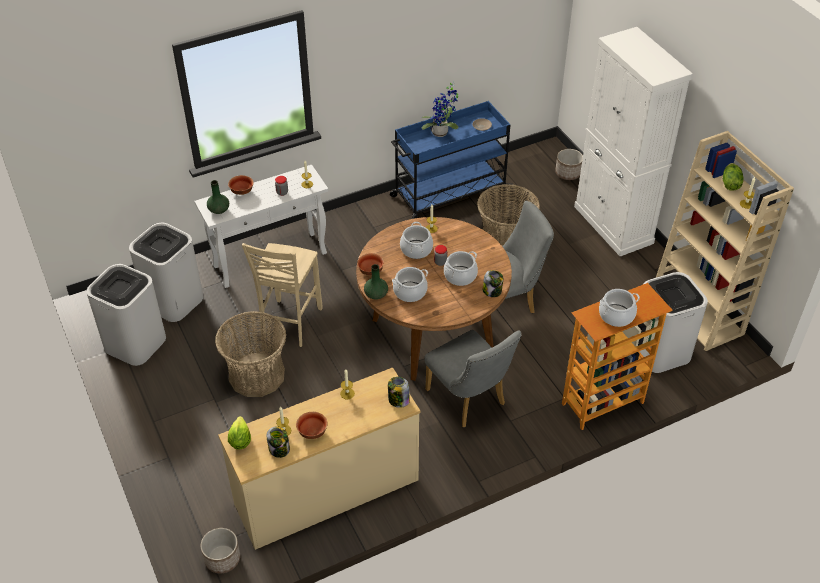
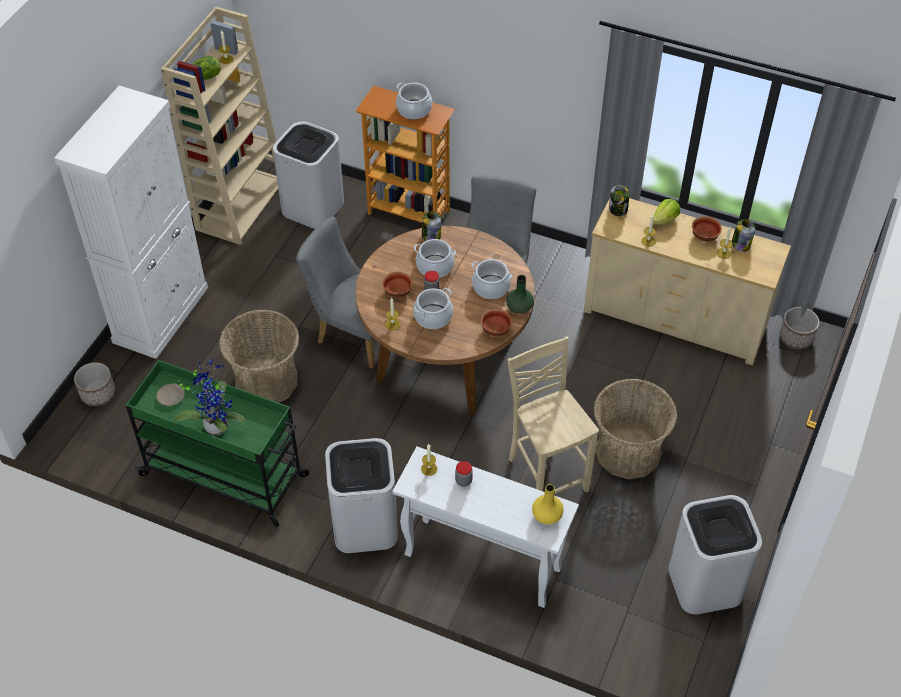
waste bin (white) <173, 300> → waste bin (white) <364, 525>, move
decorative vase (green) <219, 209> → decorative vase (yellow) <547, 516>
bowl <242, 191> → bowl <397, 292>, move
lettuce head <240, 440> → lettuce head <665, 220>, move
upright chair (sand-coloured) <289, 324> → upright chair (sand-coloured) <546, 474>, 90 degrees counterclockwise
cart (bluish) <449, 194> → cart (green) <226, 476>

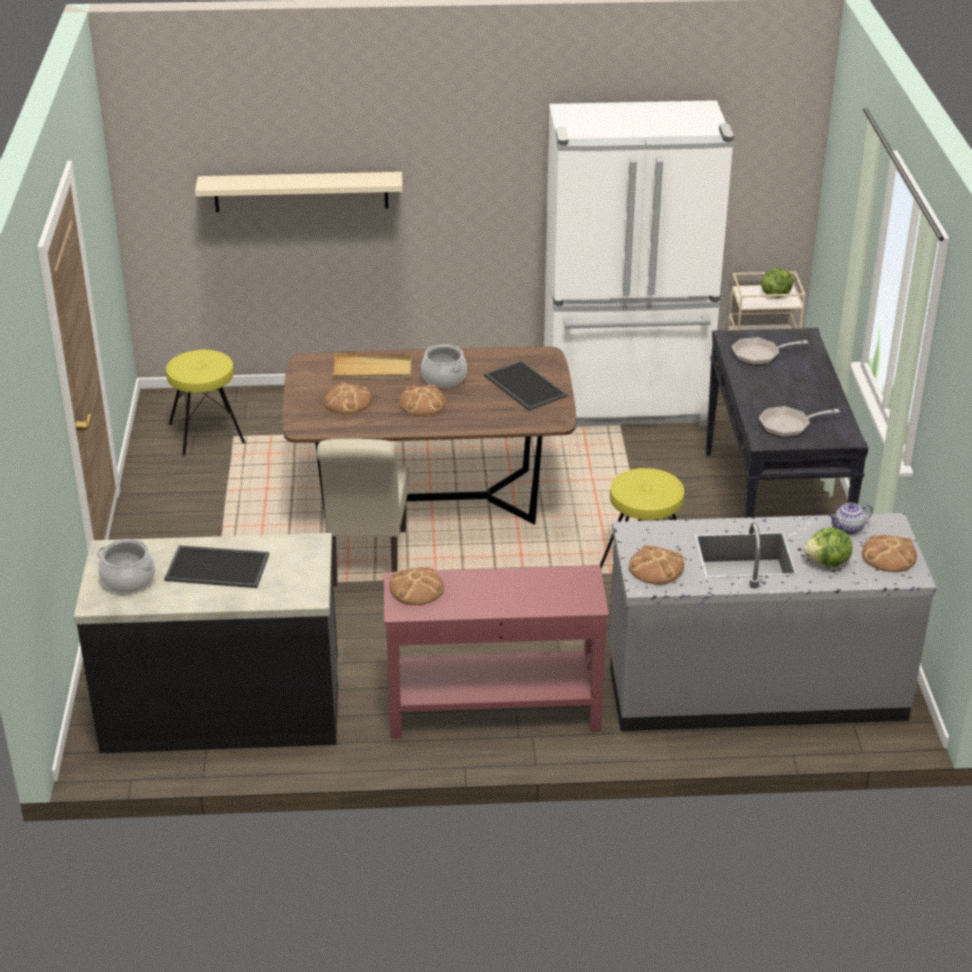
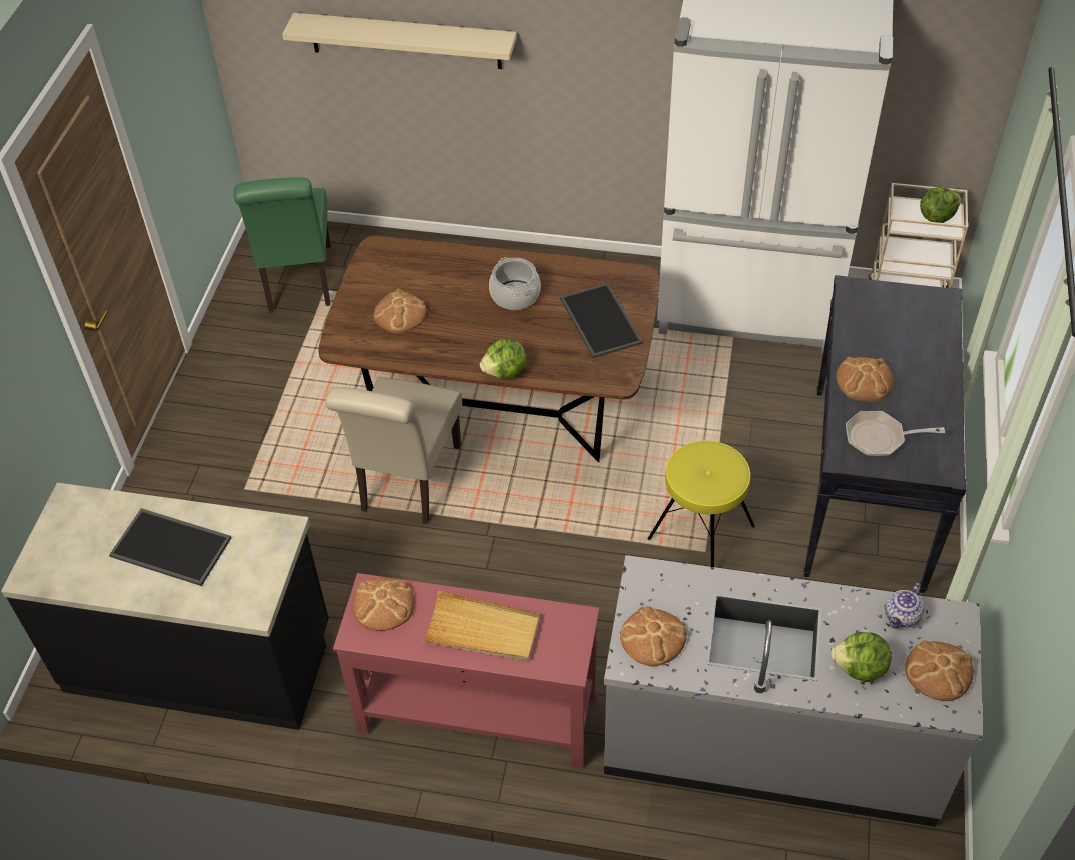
stockpot <128, 580> → -
stool (yellow) <206, 434> → upright chair (green) <299, 283>
tray (sand-coloured) <373, 370> → tray (sand-coloured) <482, 630>, move
bakery bread <422, 403> → bakery bread <864, 381>, move
frying pan <759, 354> → -
pot for tea <848, 528> → pot for tea <901, 617>, 45 degrees counterclockwise
- → lettuce head <505, 372>

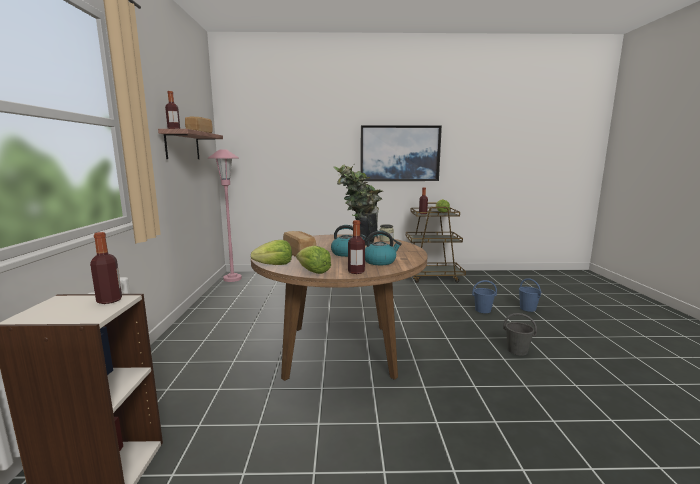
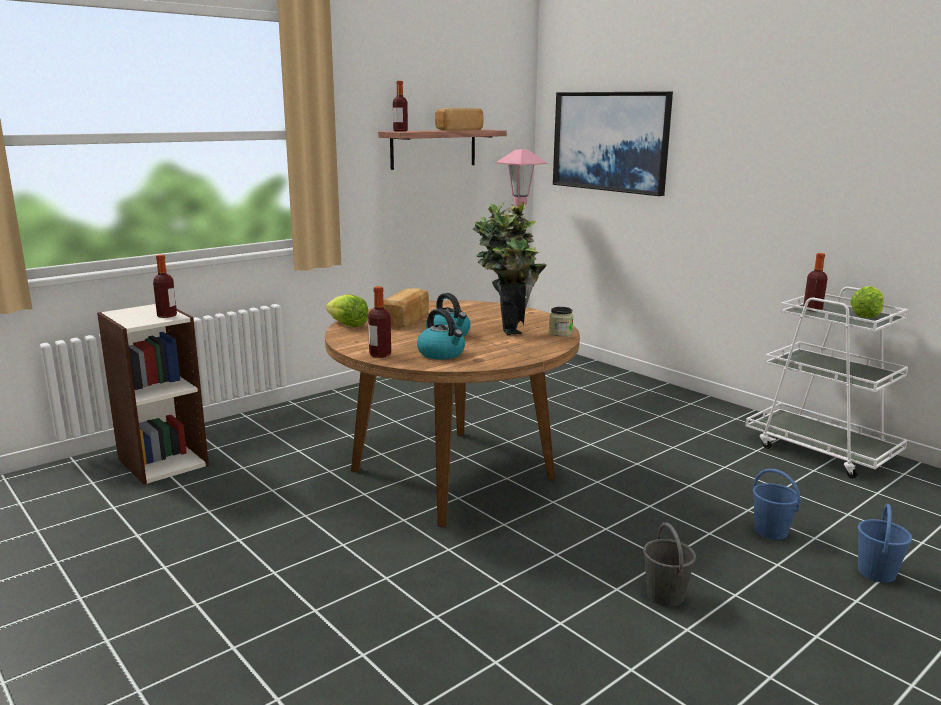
lettuce head <313, 271> → -
wall picture <399, 153> → wall picture <610, 141>, move
cart (brown-coloured) <431, 277> → cart (white) <821, 451>

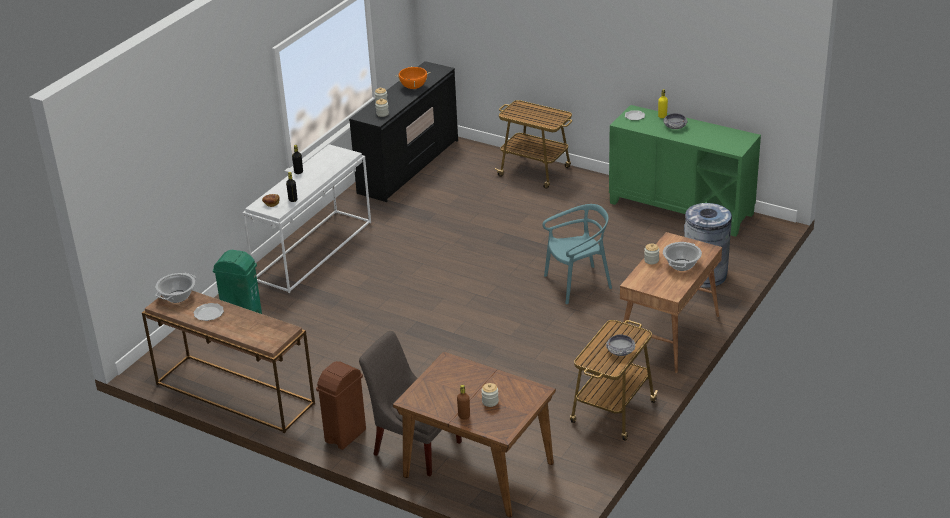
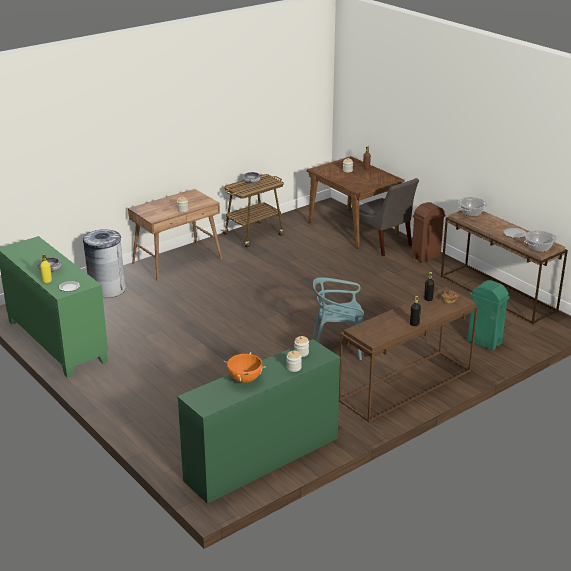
narrow table (white) <313, 250> → narrow table (brown-coloured) <406, 387>
drawer chest (black) <409, 167> → drawer chest (green) <262, 459>
cart <535, 172> → -
upright chair (turquoise-coloured) <577, 284> → upright chair (turquoise-coloured) <337, 346>, move
stockpot <681, 265> → stockpot <471, 213>, move

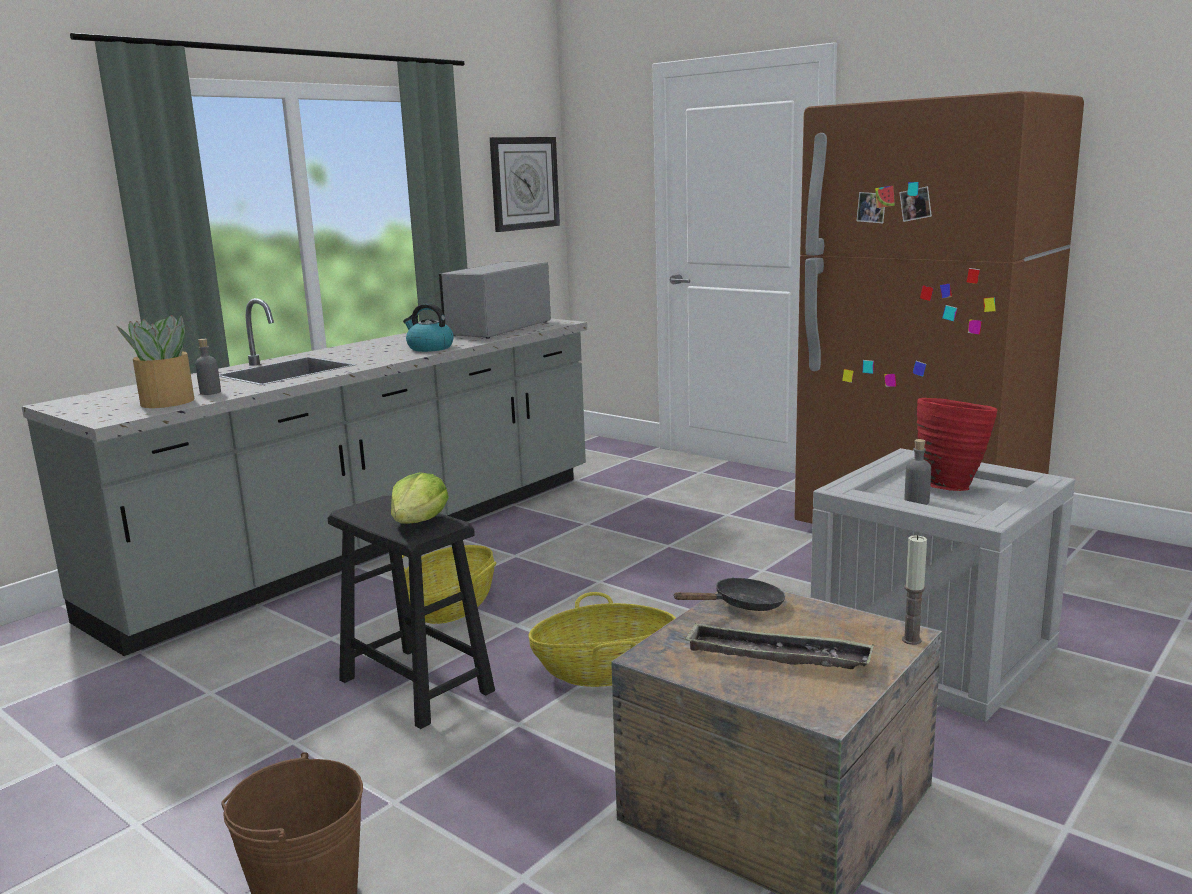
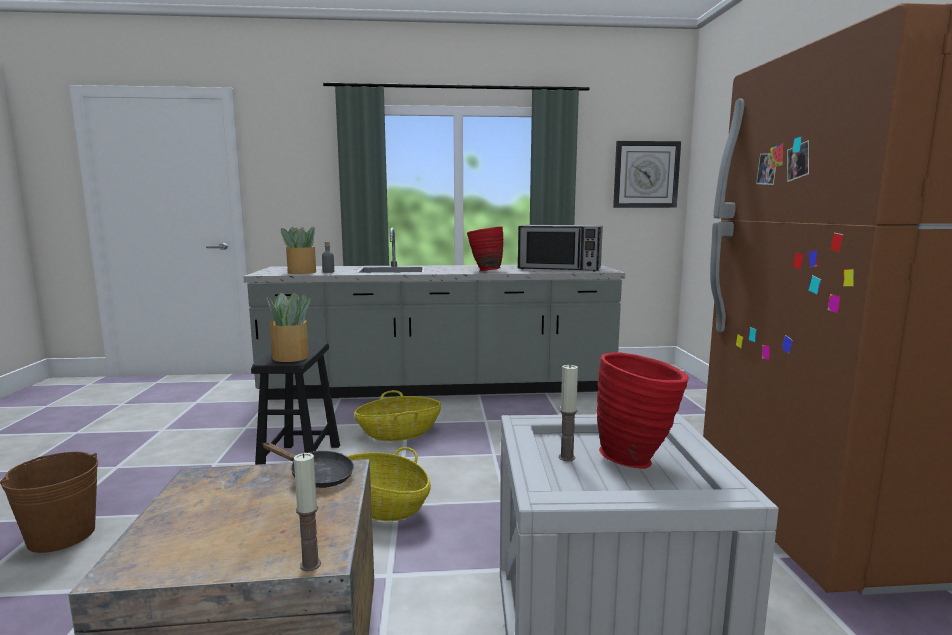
lettuce head <419, 522> → potted plant <290, 356>
tea kettle <429, 348> → decorative vase (red-coloured) <484, 271>
microwave oven <498, 328> → microwave oven <559, 268>, 150 degrees counterclockwise
tray <777, 656> → -
bottle (grey) <916, 501> → wax candle <567, 457>

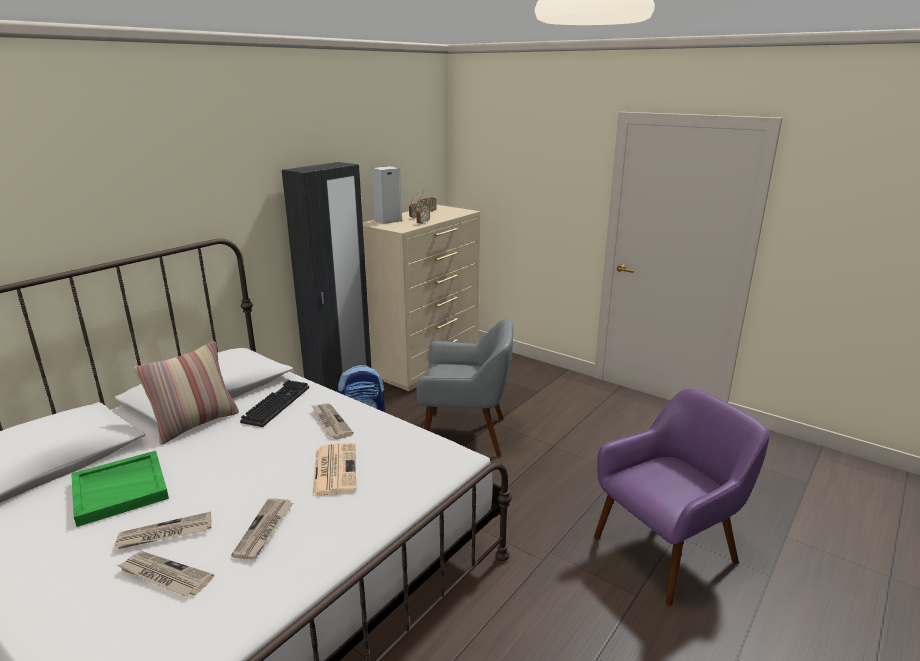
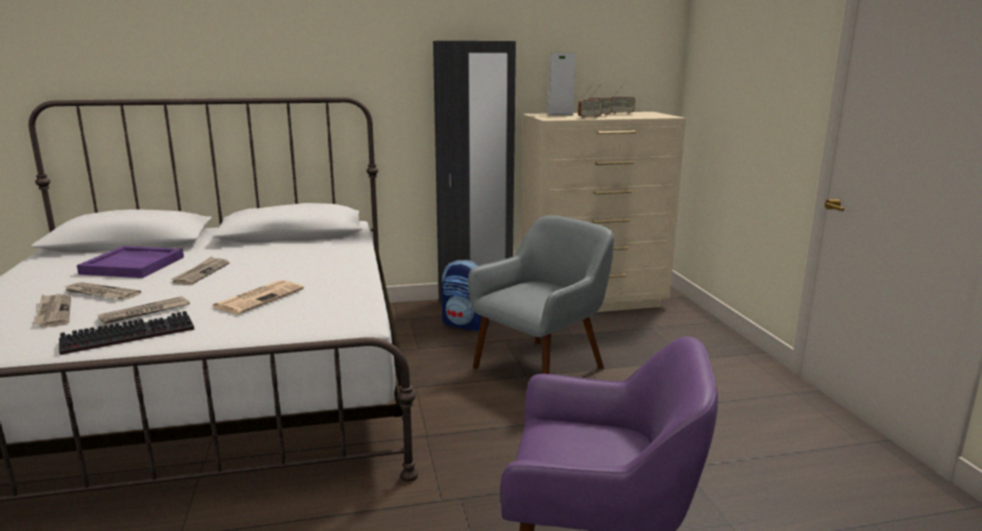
tray (green) <121, 489> → tray (purplish) <134, 265>
cushion <195, 424> → -
keyboard <276, 403> → keyboard <130, 334>, move
printed paper <330, 422> → printed paper <201, 273>, move
lounge chair (grey) <466, 435> → lounge chair (grey) <541, 368>, 90 degrees counterclockwise

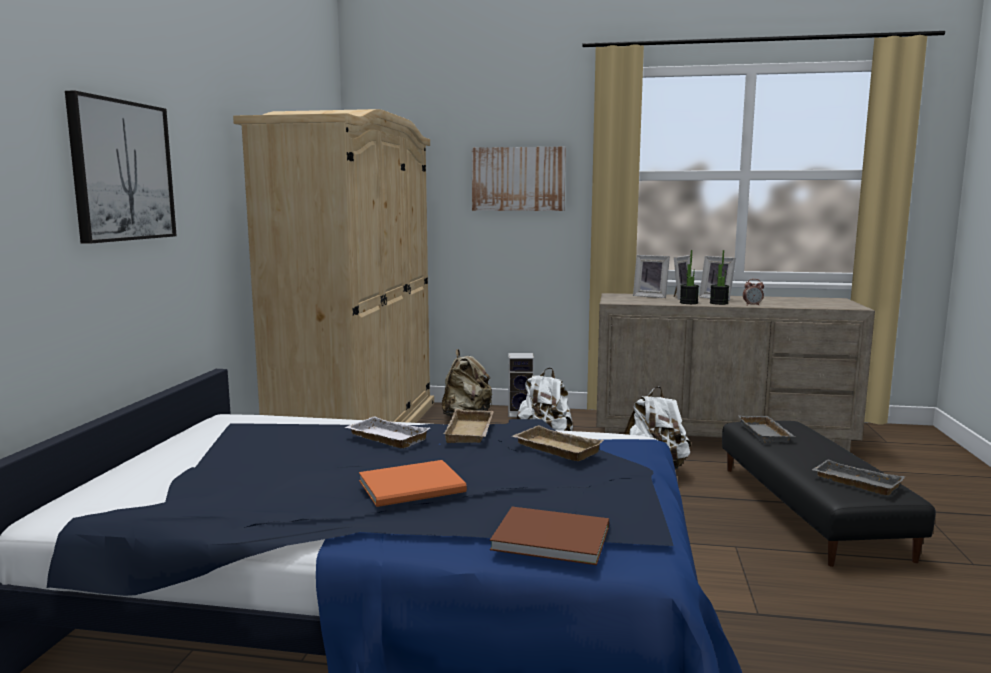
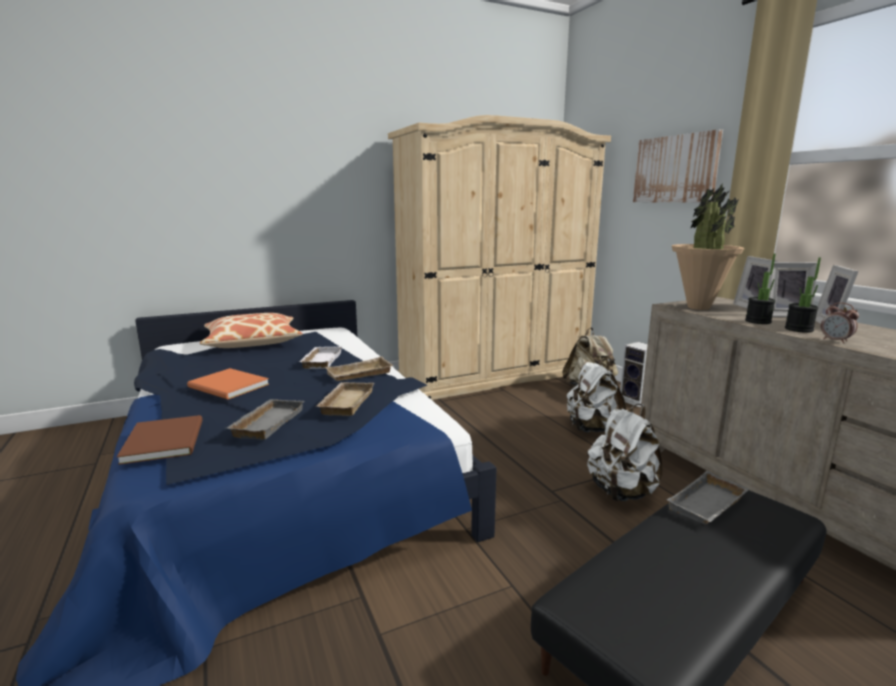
wall picture <121, 171> → -
tray (grey) <854, 483> → tray (grey) <267, 423>, move
- → cushion <252, 342>
- → potted plant <698, 307>

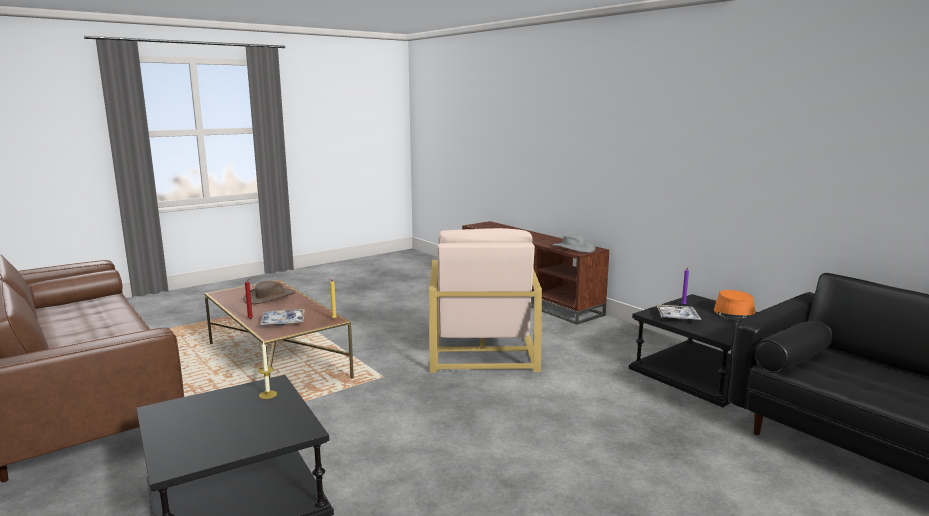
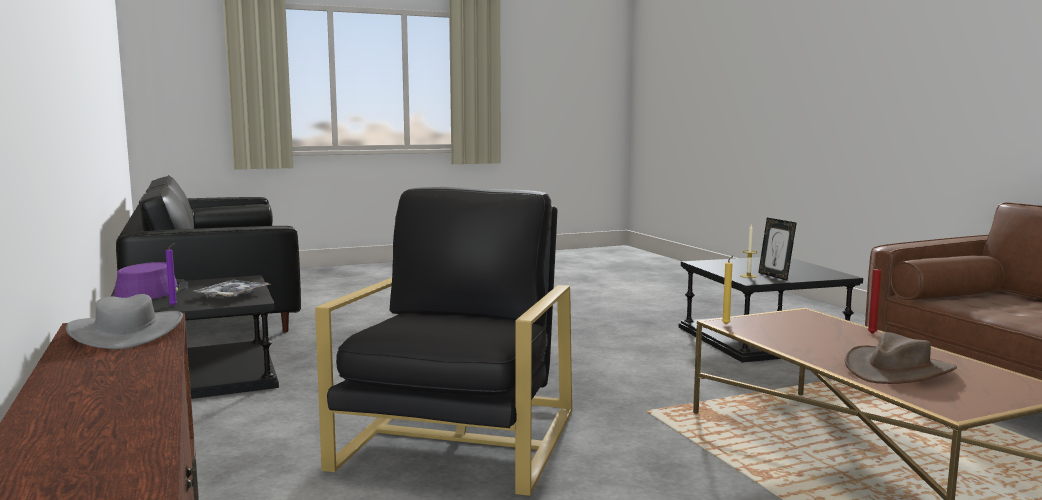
tray <283, 322> → -
lounge chair (sand-coloured) <482, 349> → lounge chair (black) <457, 439>
wearable hat (orangey) <736, 315> → wearable hat (purplish) <152, 292>
- → standing frame <775, 276>

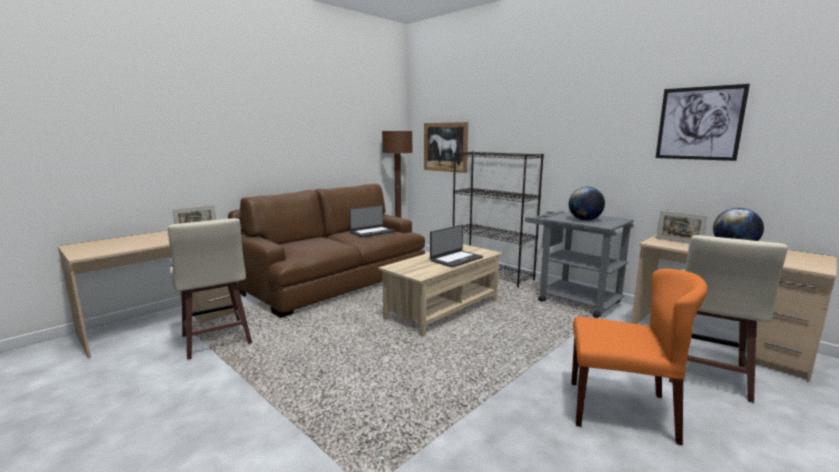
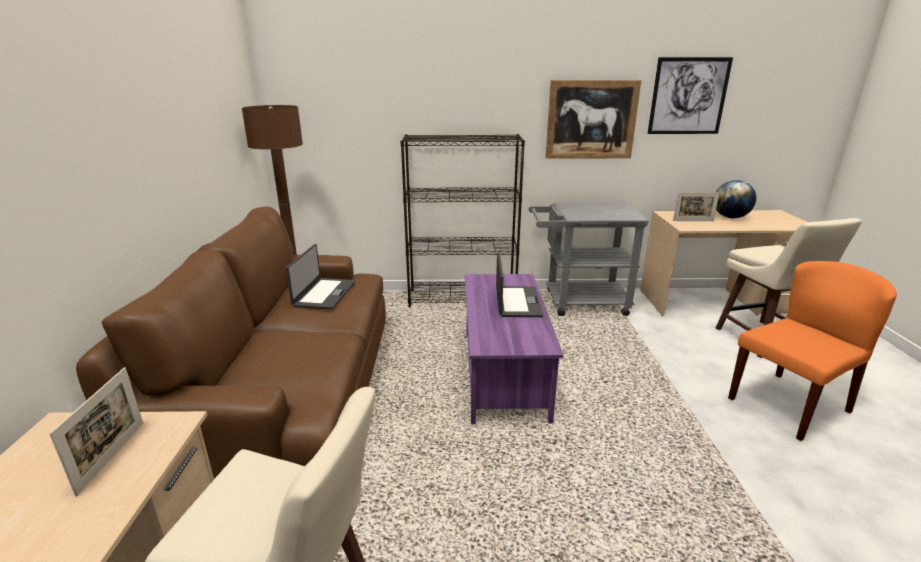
low table (sand-coloured) <443, 310> → low table (purplish) <503, 372>
wall picture <445, 147> → wall picture <591, 120>, move
world globe <584, 220> → -

